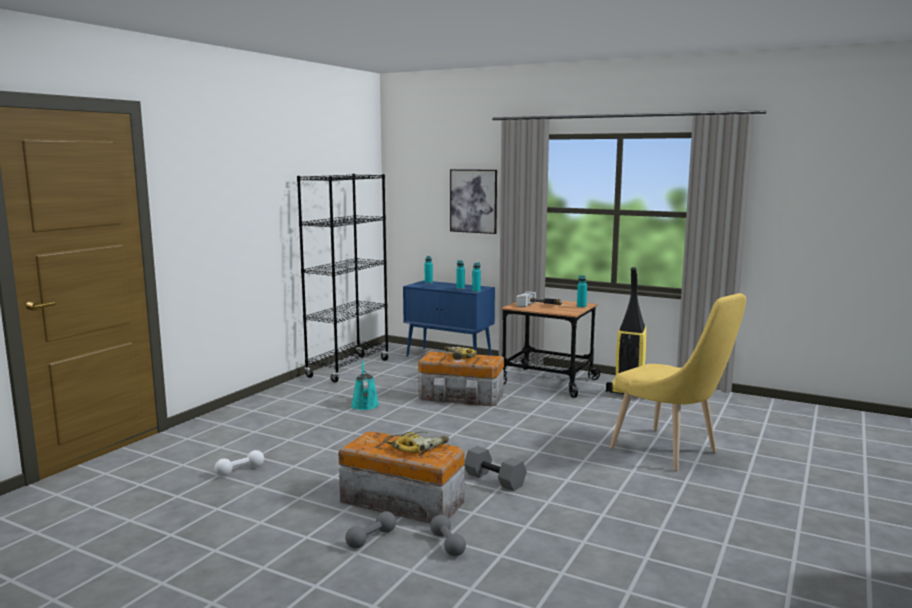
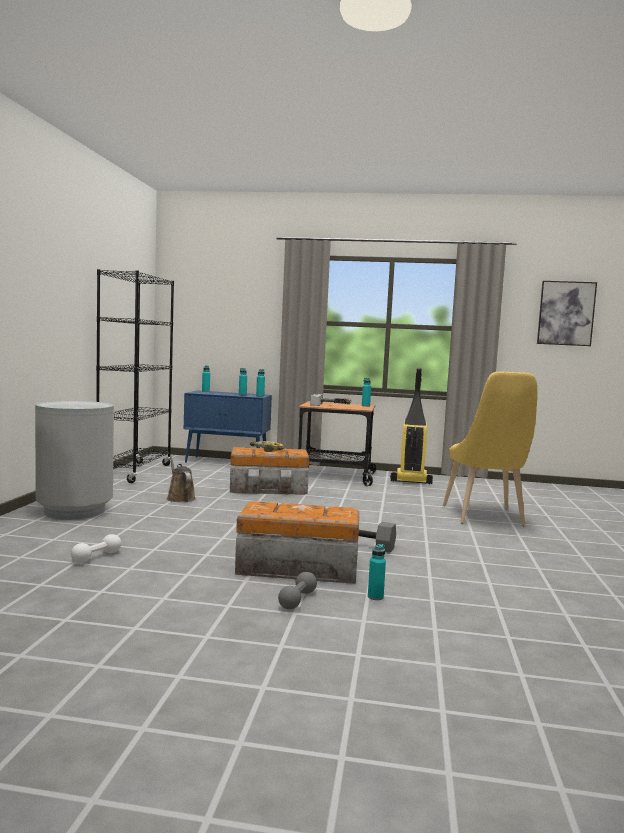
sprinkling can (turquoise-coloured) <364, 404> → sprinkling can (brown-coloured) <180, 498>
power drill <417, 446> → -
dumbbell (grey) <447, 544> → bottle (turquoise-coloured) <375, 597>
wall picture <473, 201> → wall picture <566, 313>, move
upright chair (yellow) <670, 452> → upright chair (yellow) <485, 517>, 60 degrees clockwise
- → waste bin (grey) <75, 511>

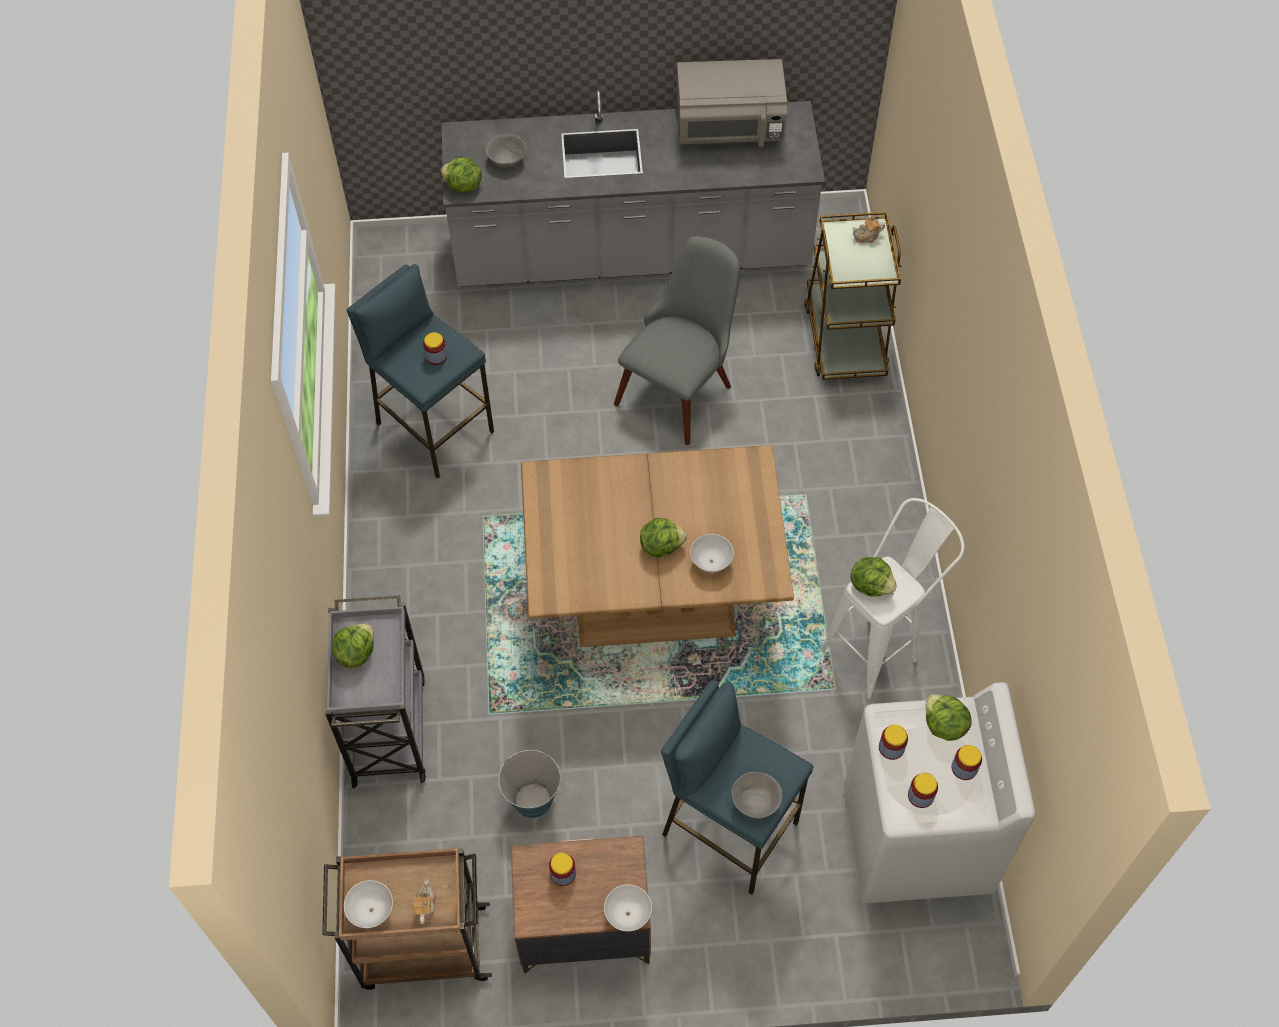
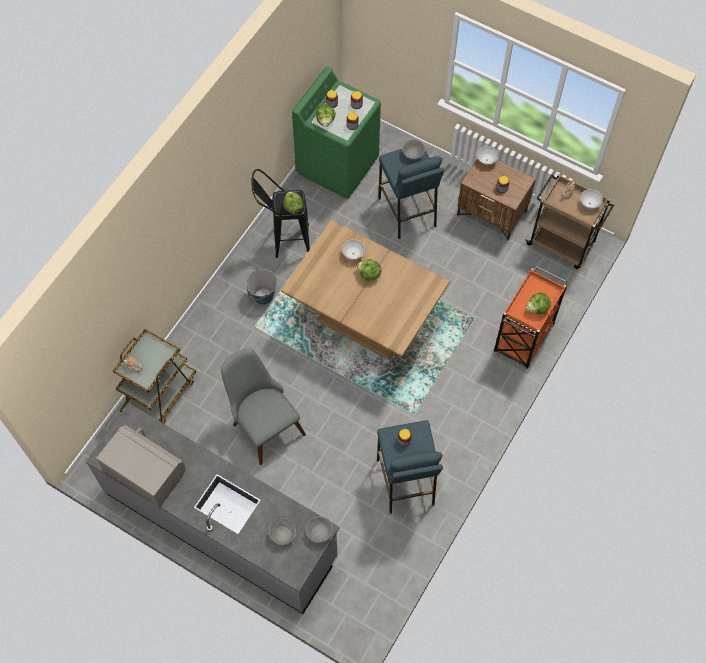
cart (grey) <389, 728> → cart (orangey) <523, 339>
lettuce head <463, 186> → bowl (grey) <320, 532>
bucket <532, 799> → bucket <263, 296>, move
upright chair (grey) <681, 385> → upright chair (grey) <263, 423>, 75 degrees clockwise
stool (white) <879, 646> → stool (black) <284, 241>
washing machine (white) <916, 840> → washing machine (green) <337, 165>

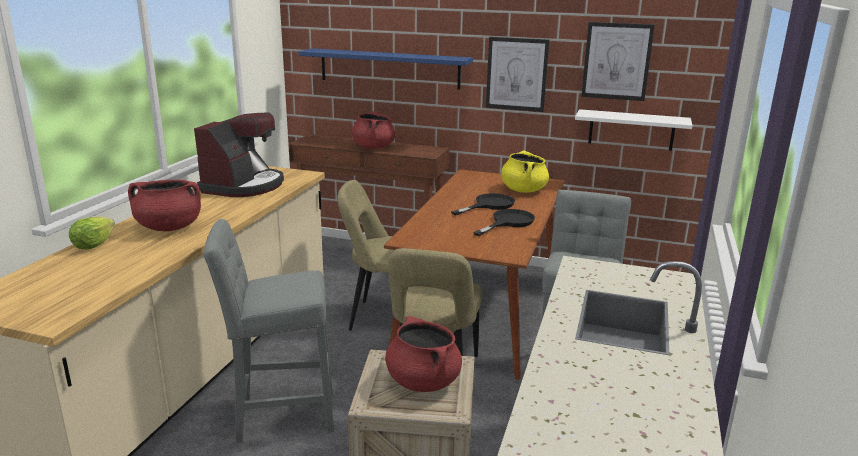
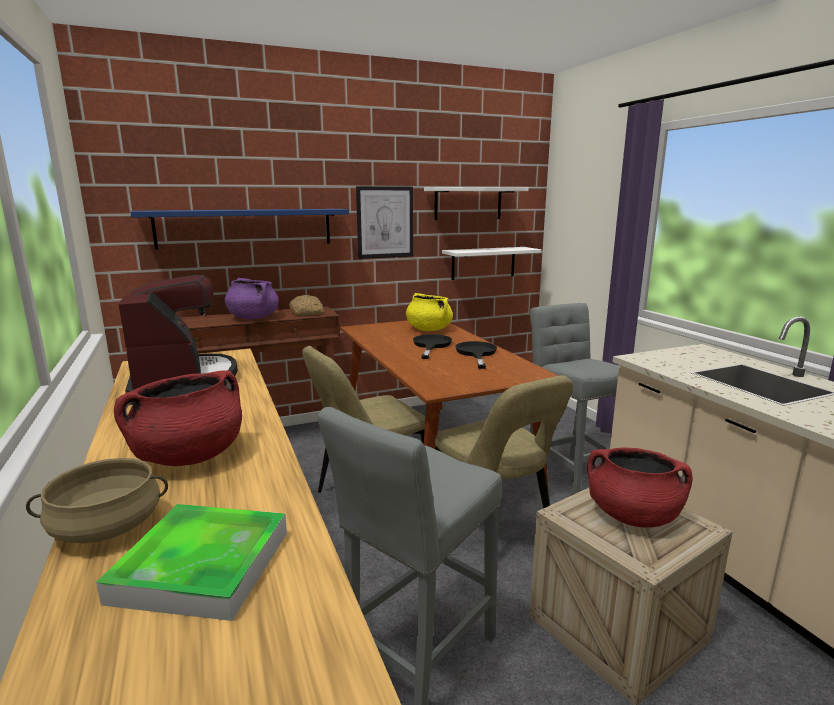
lettuce head <93, 245> → stockpot (sand-coloured) <106, 527>
stockpot (red-coloured) <373, 147> → stockpot (purplish) <253, 318>
wall picture <616, 61> → wall shelf (white) <468, 203>
- → tray <202, 566>
- → bakery bread <307, 312>

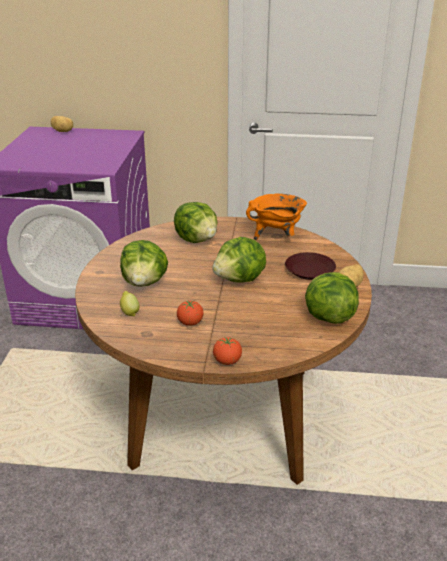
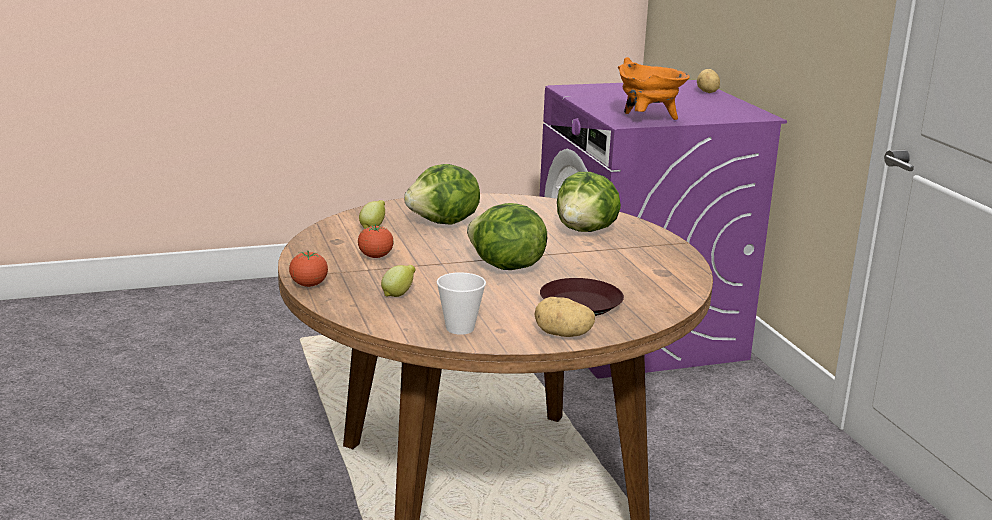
stockpot (orangey) <276, 237> → stockpot (orangey) <647, 119>, move
lettuce head <328, 317> → small cup <460, 328>
- → lemon <398, 295>

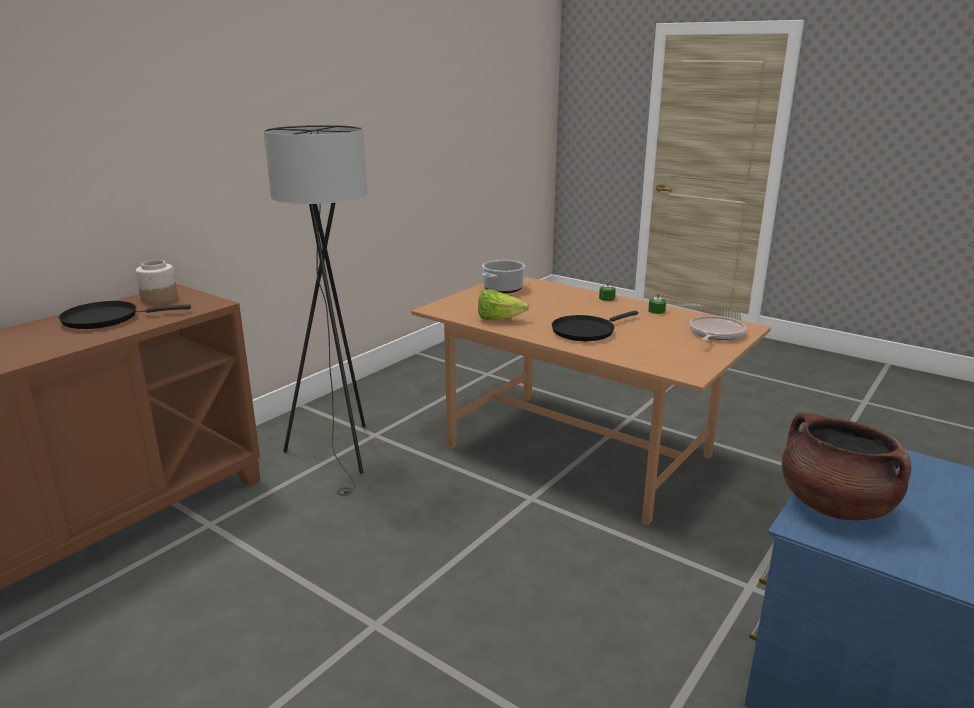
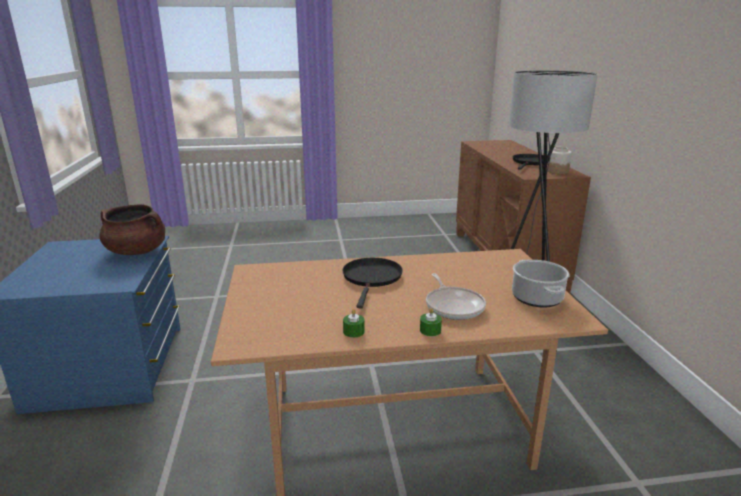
lettuce head <498, 319> → -
frying pan <715, 333> → frying pan <453, 306>, move

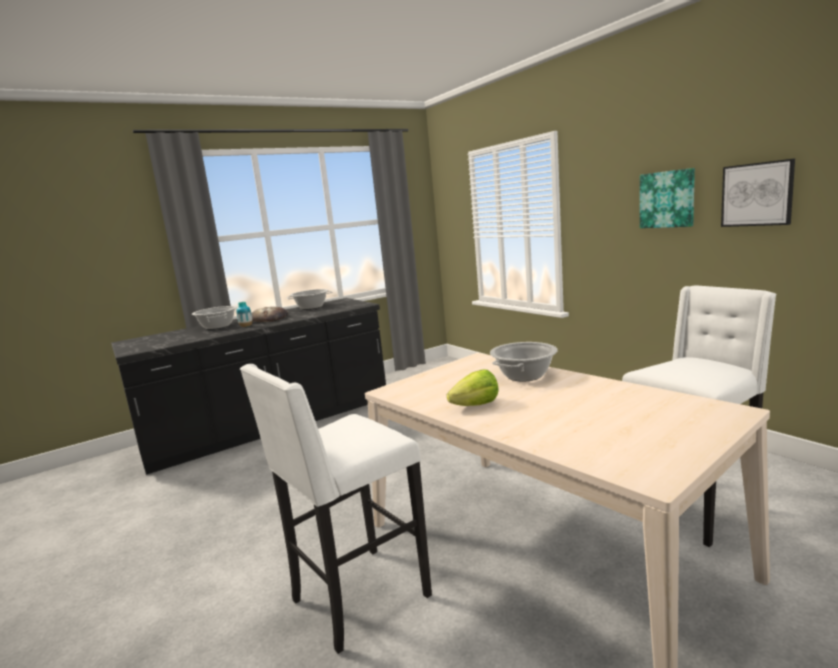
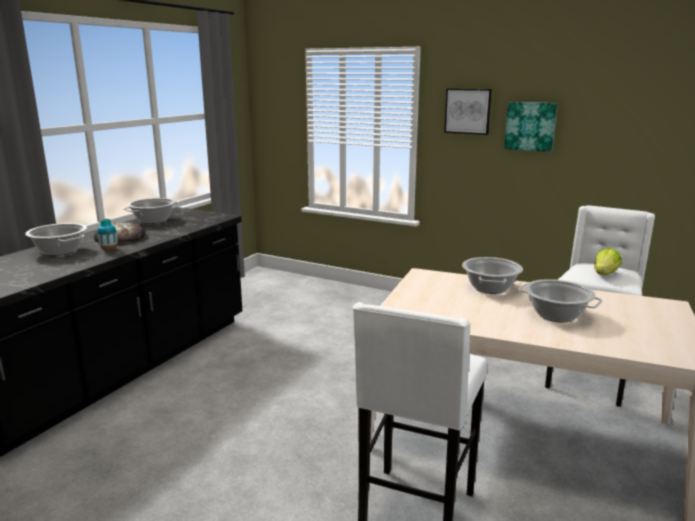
lettuce head <476, 405> → lettuce head <604, 274>, move
wall picture <757, 194> → wall picture <468, 111>, move
- → stockpot <556, 315>

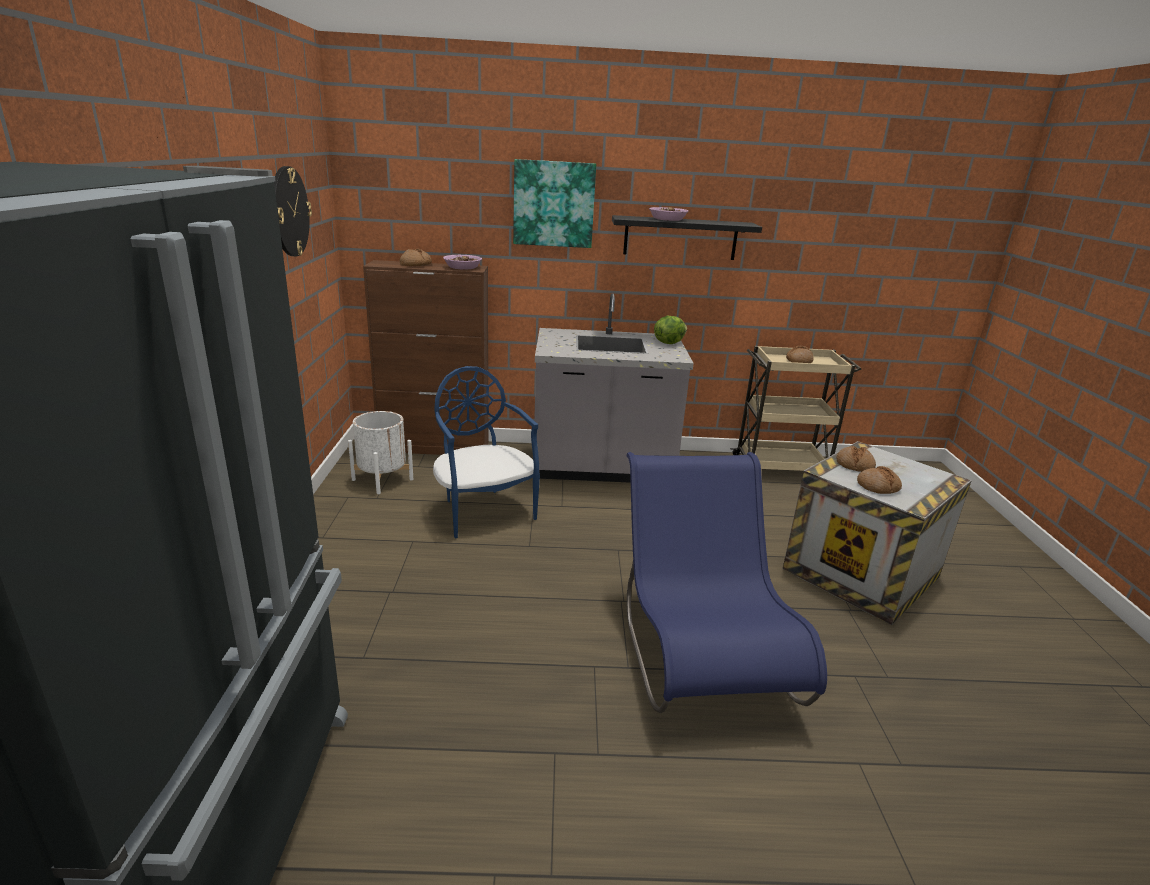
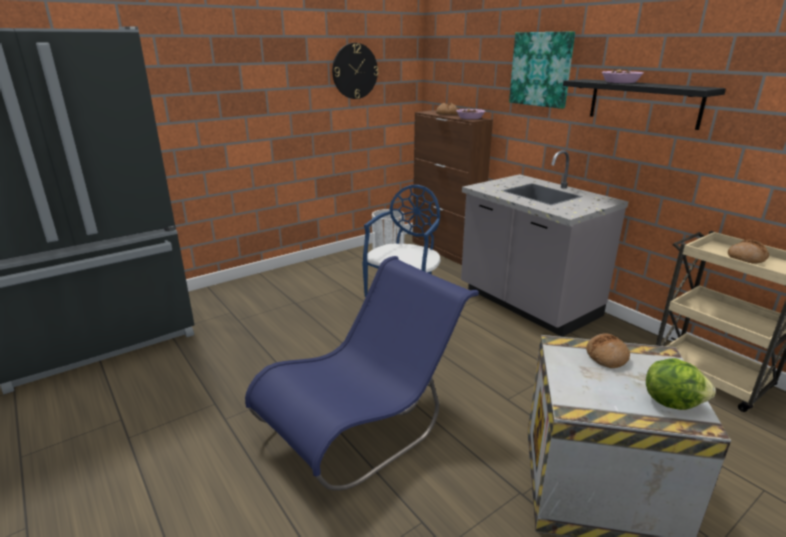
lettuce head <668, 343> → lettuce head <671, 402>, move
bakery bread <878, 486> → -

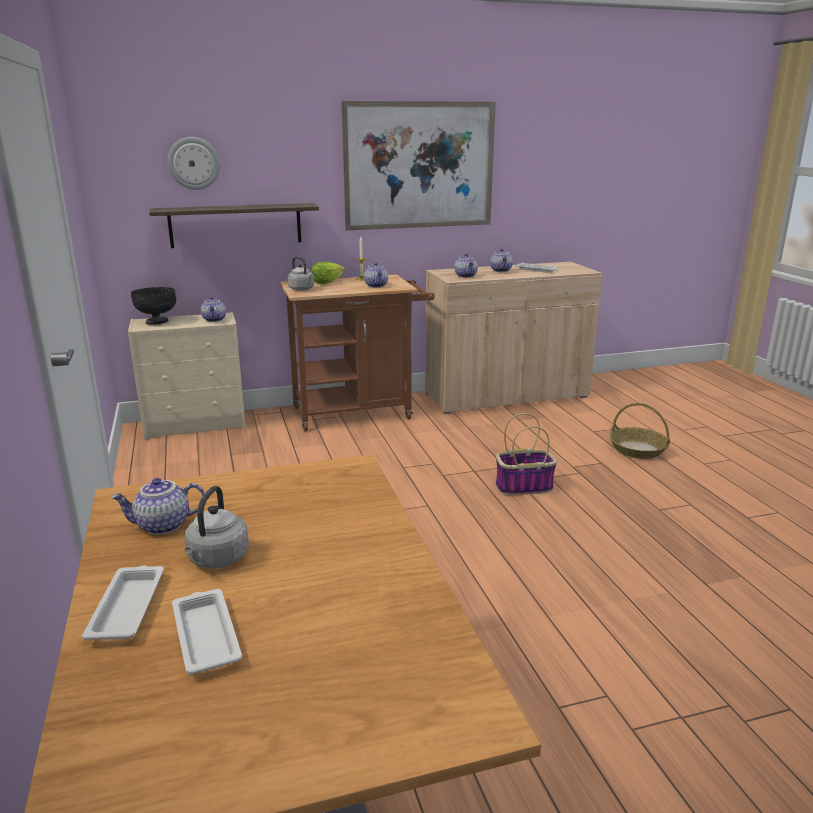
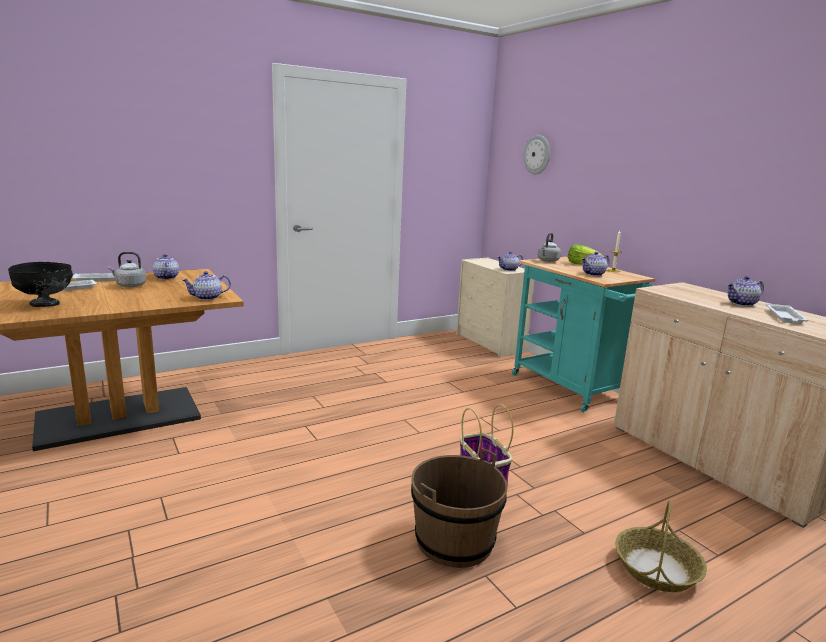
bowl (black) <157, 322> → bowl (black) <45, 304>, move
wall shelf <235, 225> → -
cart (brown-coloured) <359, 412> → cart (turquoise-coloured) <573, 390>
wall picture <419, 166> → -
pot for tea <466, 276> → pot for tea <207, 298>, move
- → bucket (brown-coloured) <454, 541>

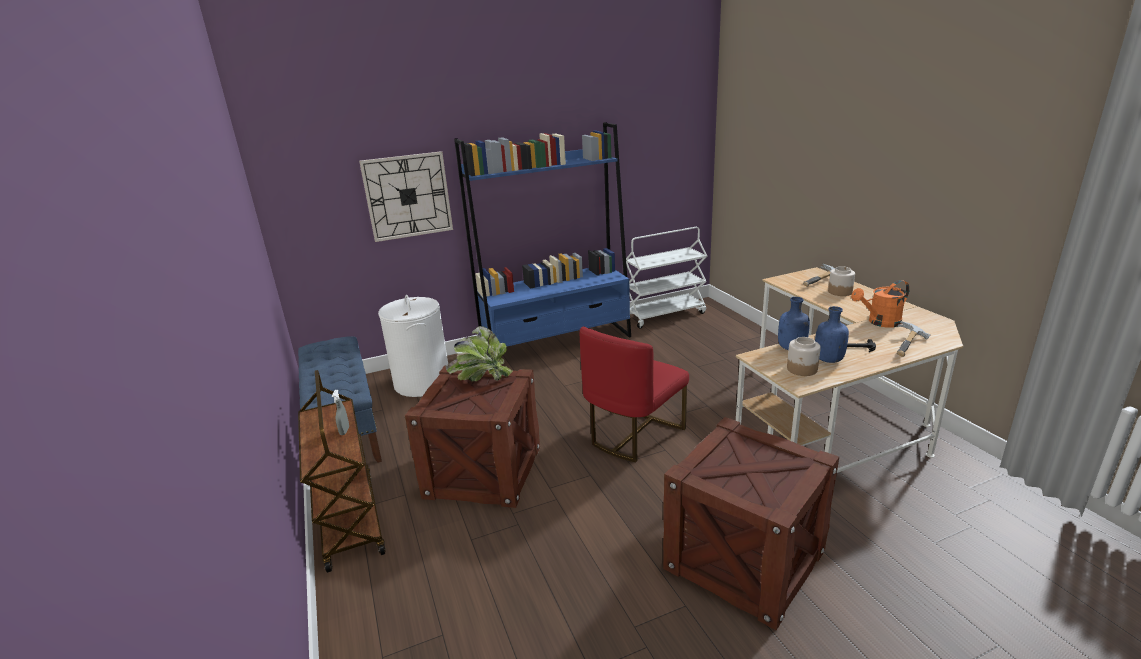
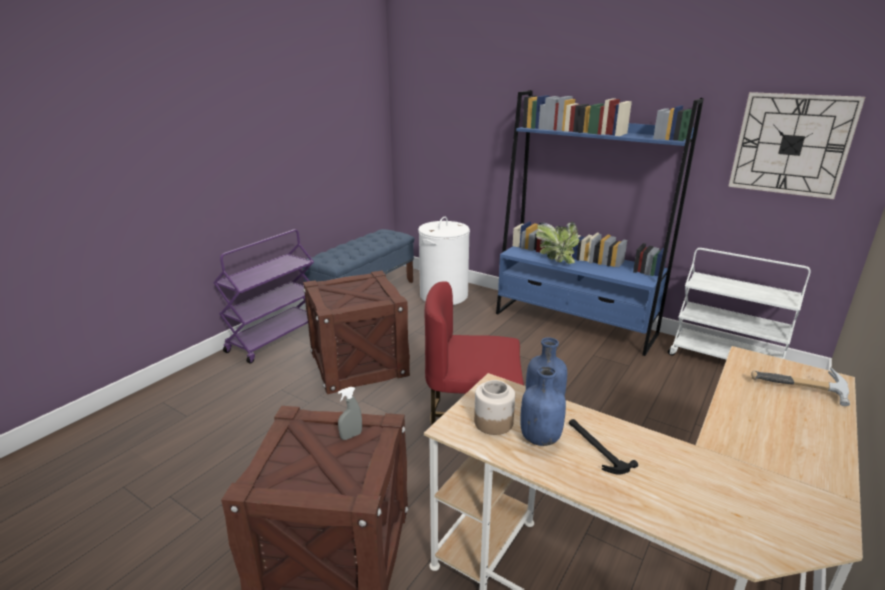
cart (brown-coloured) <349, 520> → cart (purplish) <275, 338>
hand sprayer (grey) <344, 431> → hand sprayer (grey) <351, 436>, move
wall clock <408, 196> → wall clock <791, 144>, move
potted plant <481, 378> → potted plant <557, 259>, move
storage jar <840, 292> → -
sprinkling can (orangey) <879, 322> → -
hammer <910, 346> → -

